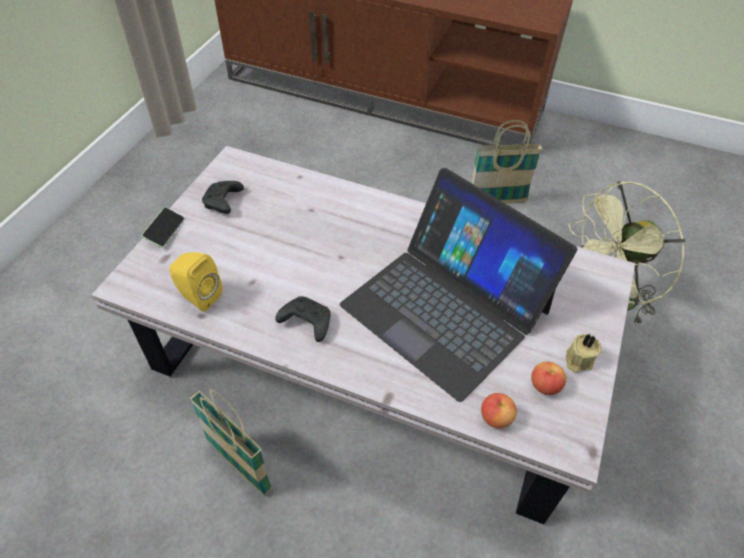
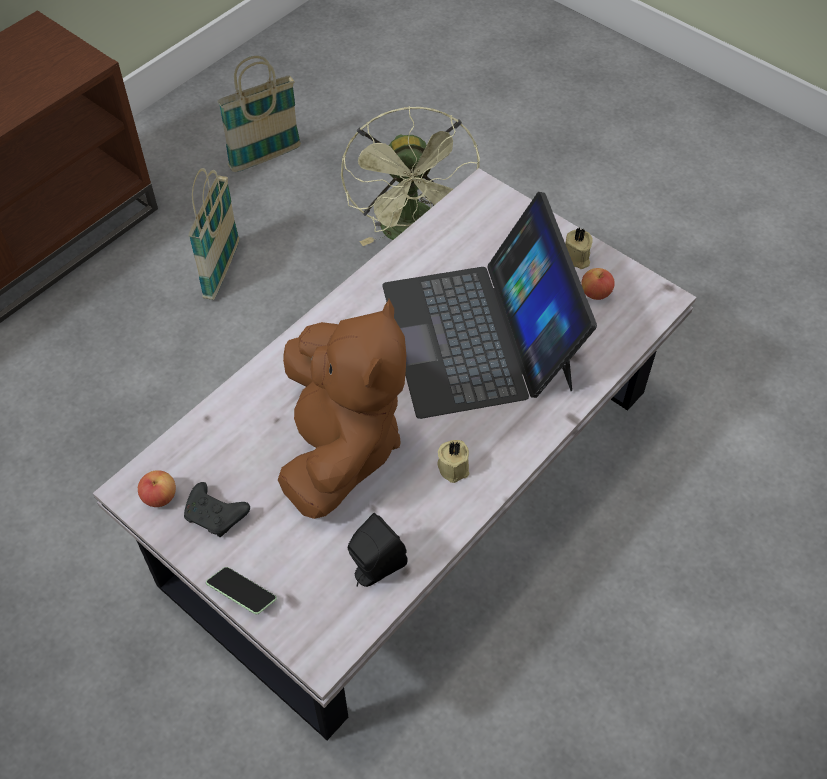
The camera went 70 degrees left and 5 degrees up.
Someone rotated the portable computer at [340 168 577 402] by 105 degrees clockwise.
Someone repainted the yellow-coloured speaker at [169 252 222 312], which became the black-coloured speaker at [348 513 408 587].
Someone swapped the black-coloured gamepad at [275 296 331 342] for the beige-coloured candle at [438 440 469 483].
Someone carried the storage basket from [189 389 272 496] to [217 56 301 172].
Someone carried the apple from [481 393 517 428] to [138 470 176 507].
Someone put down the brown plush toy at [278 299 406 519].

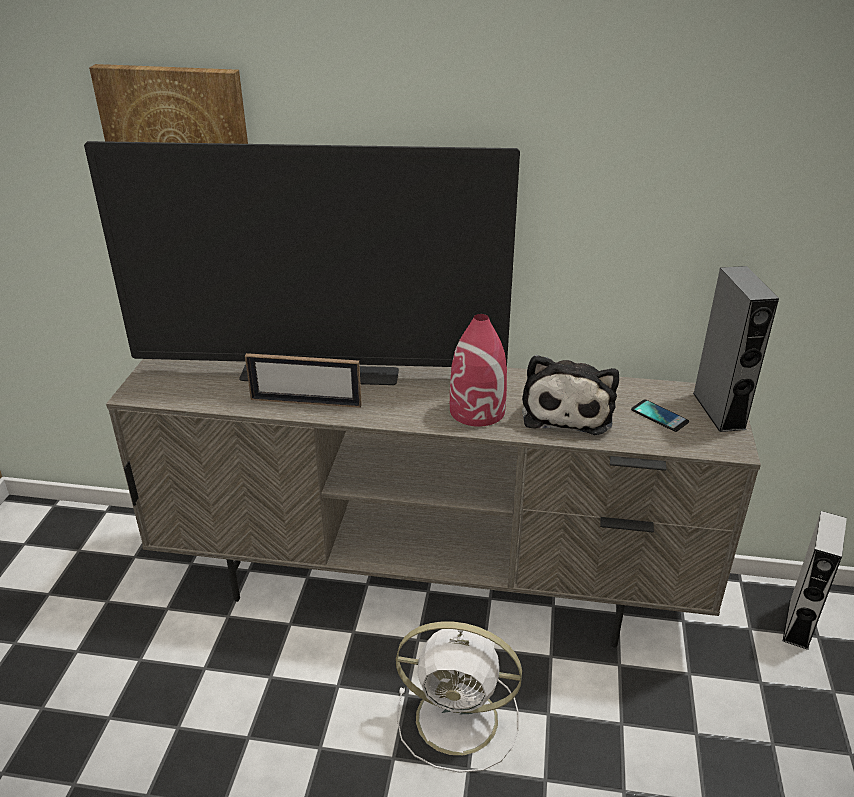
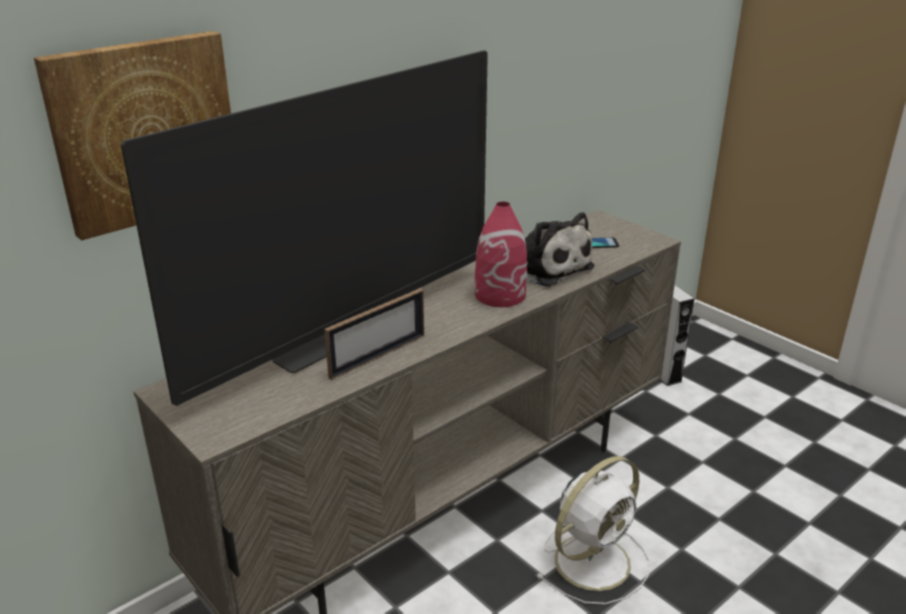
The camera went 50 degrees left and 5 degrees down.
Someone took away the greyish speaker at [693 266 779 432].

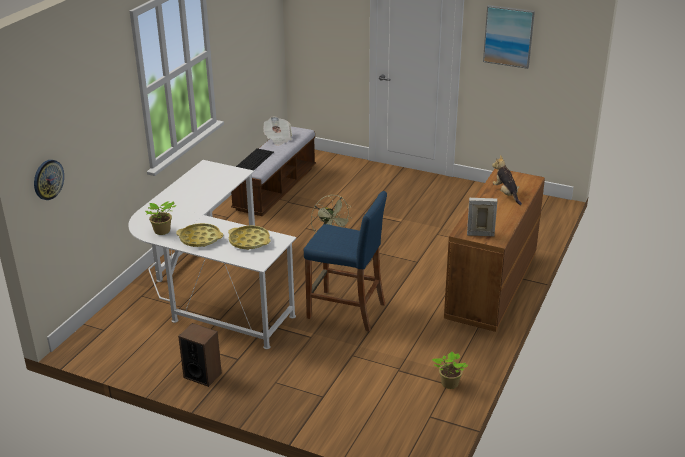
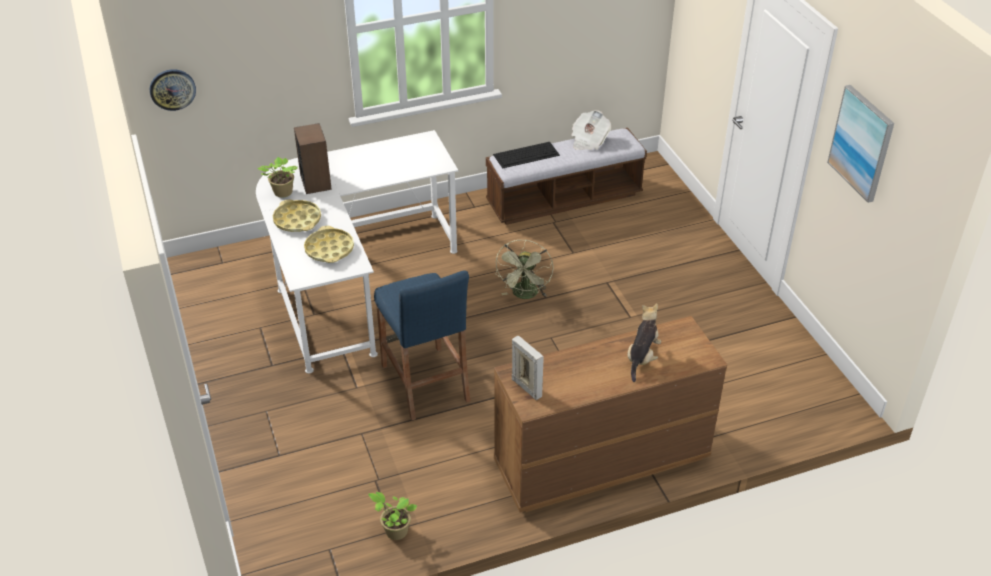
The camera went 45 degrees right and 10 degrees up.
Someone carried the speaker from [178 323 222 387] to [294 123 332 194].

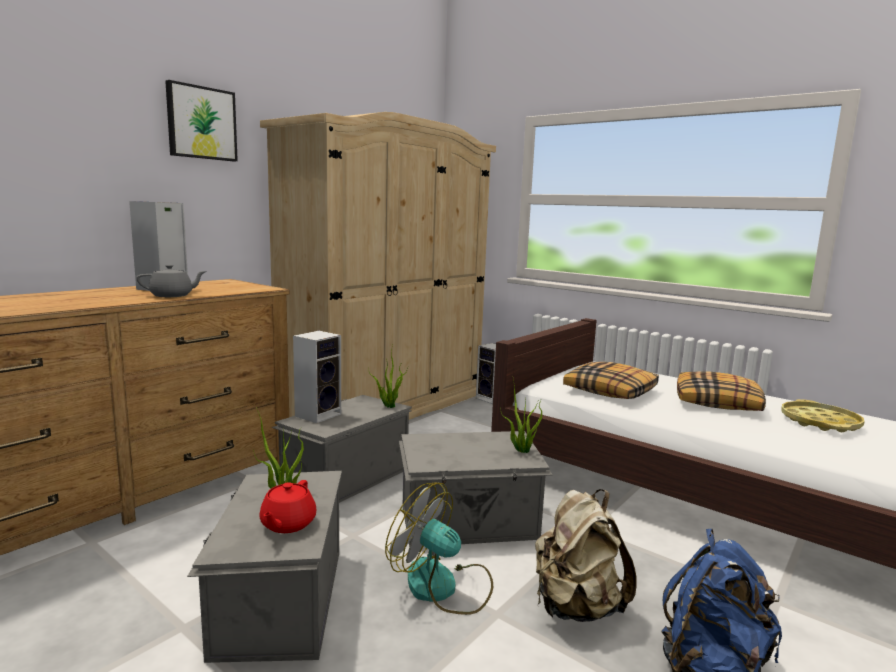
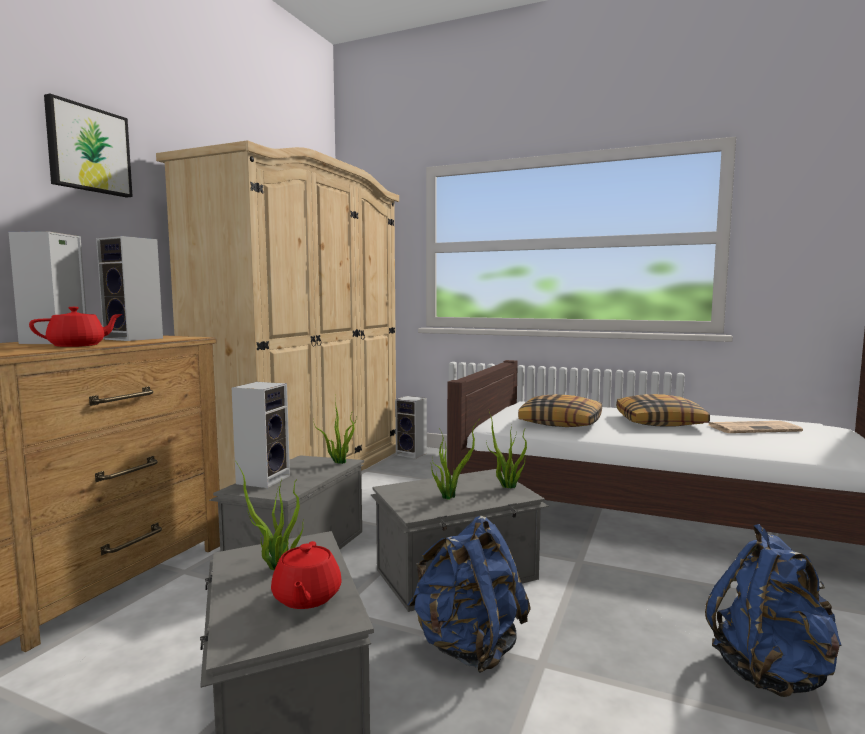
The camera went 15 degrees left and 5 degrees down.
Someone repainted the greyish pot for tea at [136 265 207 297], which became the reddish pot for tea at [29 307 123 347].
Someone swapped the yellow-coloured tray at [781 399 865 432] for the daily paper at [708 421 803 433].
Someone swapped the fan at [385 483 493 615] for the blue rucksack at [407 516 531 673].
Someone took away the beige-coloured rucksack at [535 489 637 622].
Someone put down the speaker at [96 236 163 341].
Someone put down the potted plant at [430 422 477 499].

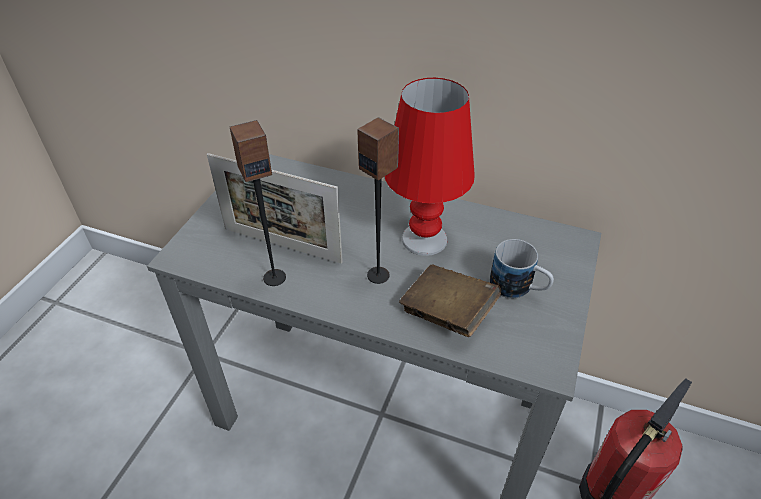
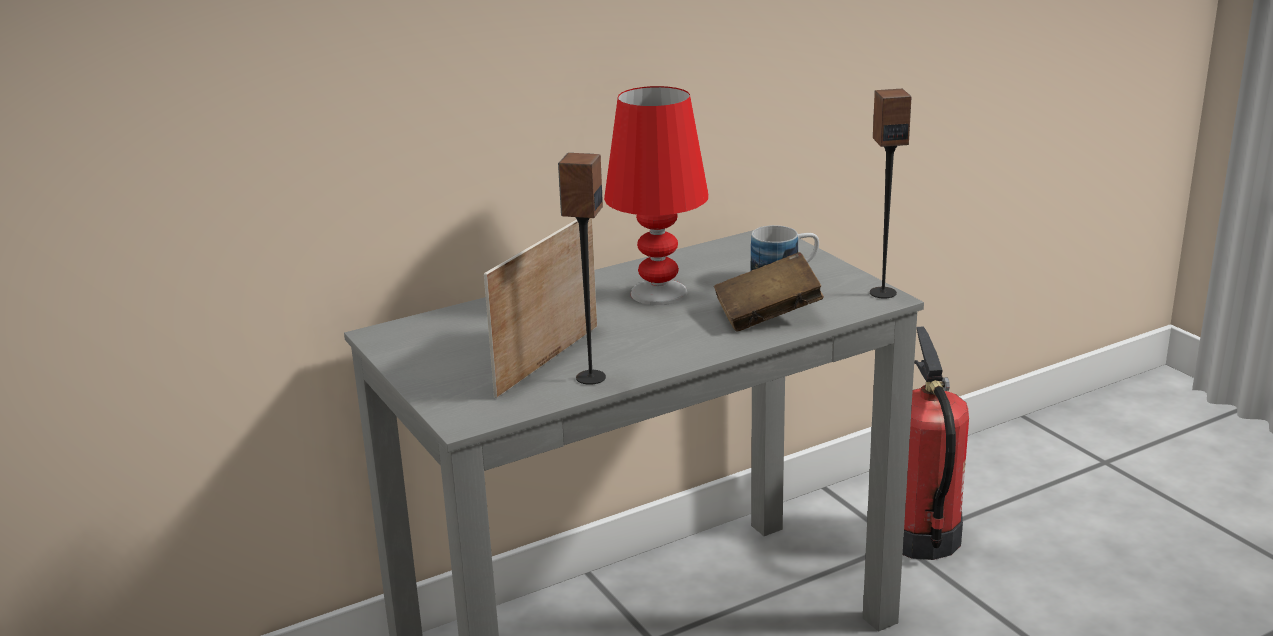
The camera went 50 degrees left and 20 degrees down.
Someone carried the speaker from [357 117 399 284] to [870 89 911 299].
Someone rotated the standing frame at [207 153 343 264] by 150 degrees clockwise.

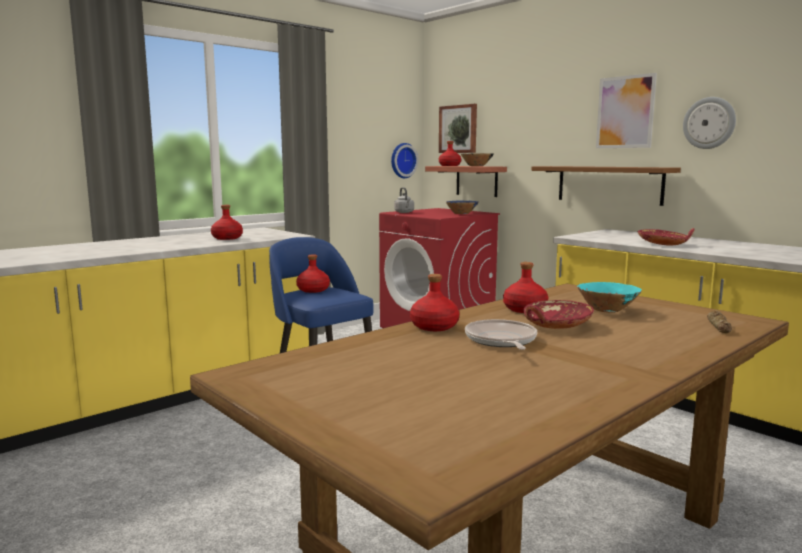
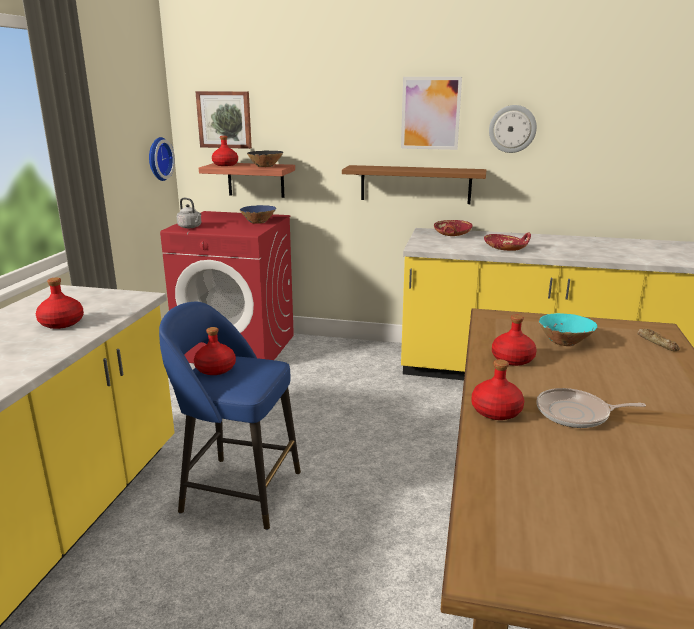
The camera went 35 degrees left and 10 degrees up.
Someone carried the reddish serving bowl from [523 300 594 329] to [434 220 472 236].
Someone rotated the frying pan at [465 319 537 350] by 45 degrees counterclockwise.

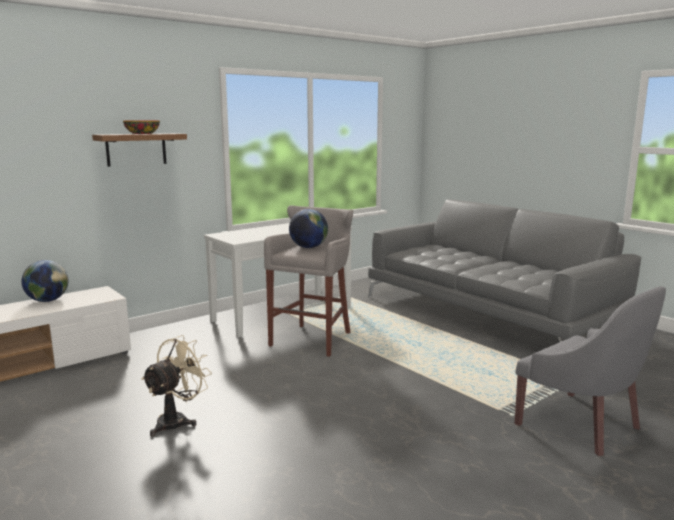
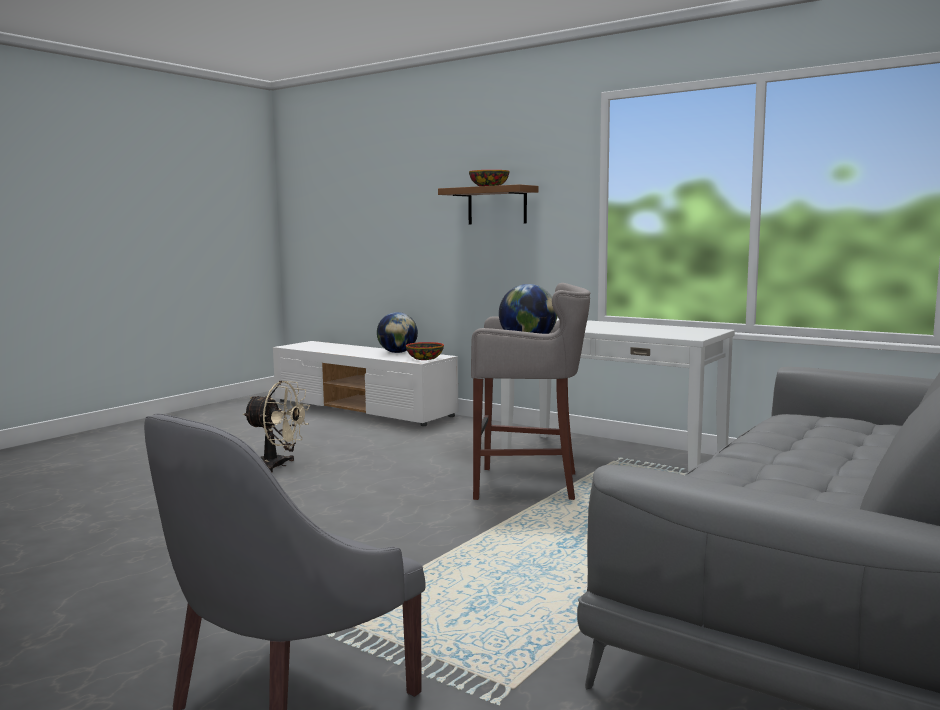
The camera went 75 degrees right and 5 degrees down.
Someone put down the serving bowl at [406 342 444 360].

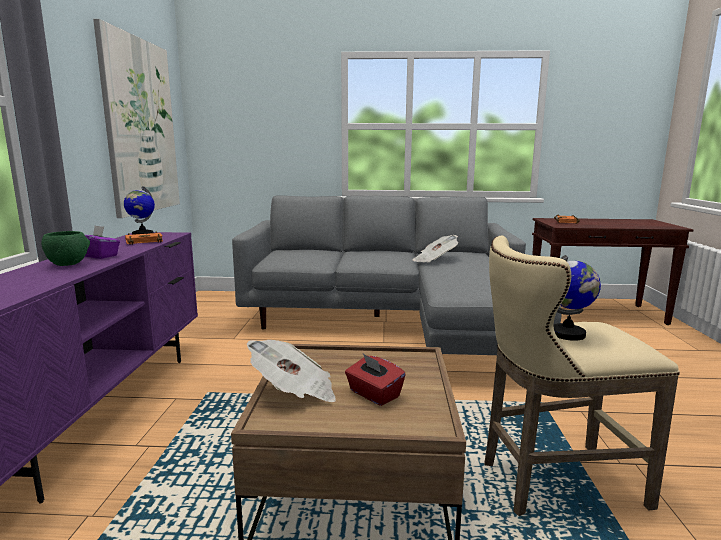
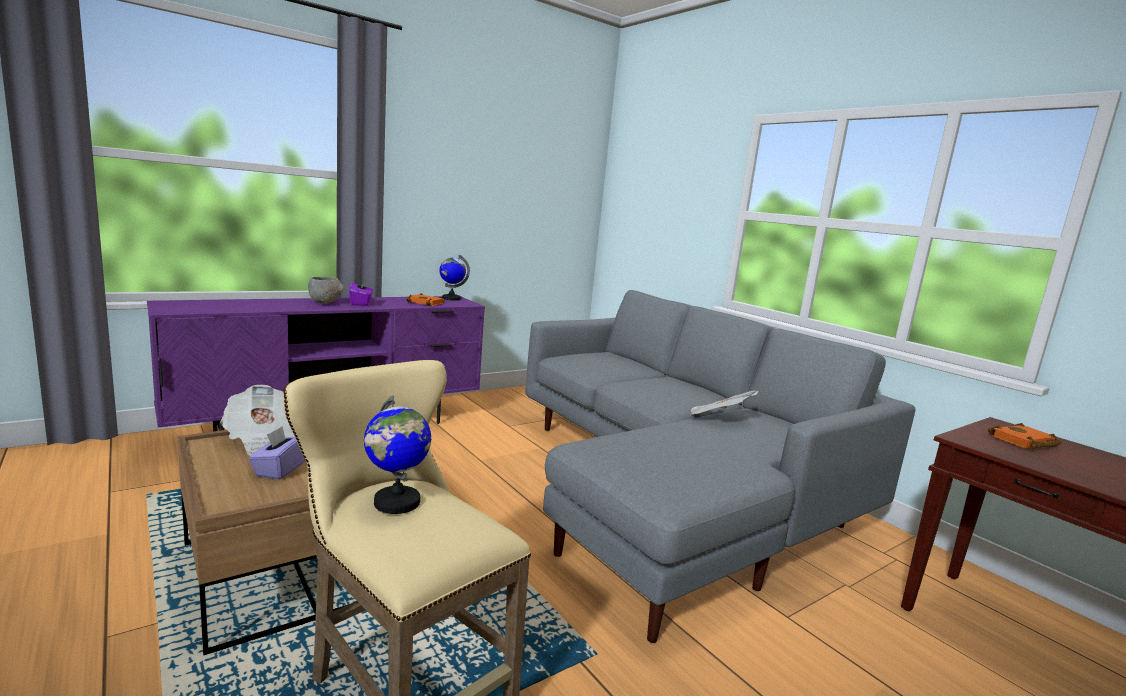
The camera went 50 degrees right and 0 degrees up.
Someone took away the picture at [93 19 180 218].
Someone repainted the greenish serving bowl at [41 231 90 266], which became the greyish serving bowl at [308 277 344 304].
Someone repainted the reddish tissue holder at [345 353 406 406], which became the purple tissue holder at [249 427 305 480].

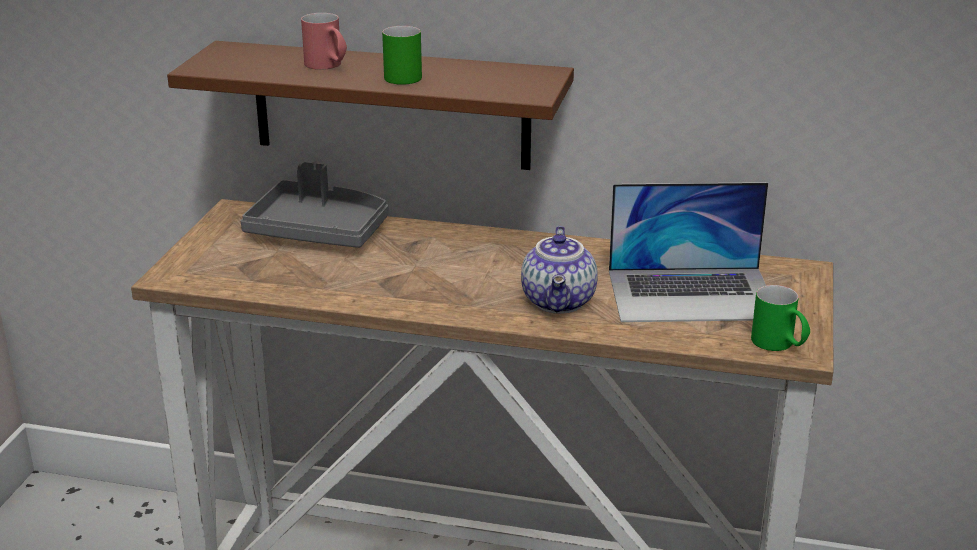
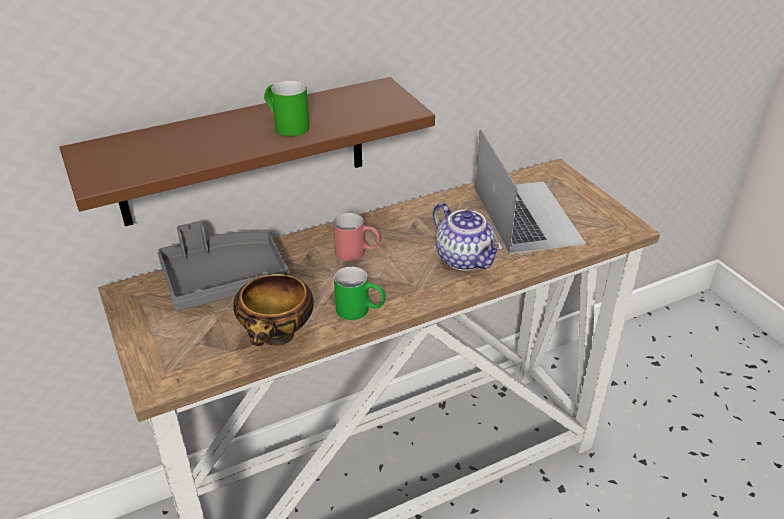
The camera went 40 degrees left and 10 degrees up.
Someone carried the reddish coffee mug from [301 13 347 70] to [333 213 381 261].
Someone rotated the portable computer at [609 182 768 322] by 60 degrees counterclockwise.
Someone carried the greenish coffee mug from [751 285 810 351] to [334 267 386 320].
Someone put down the serving bowl at [233 272 314 346].

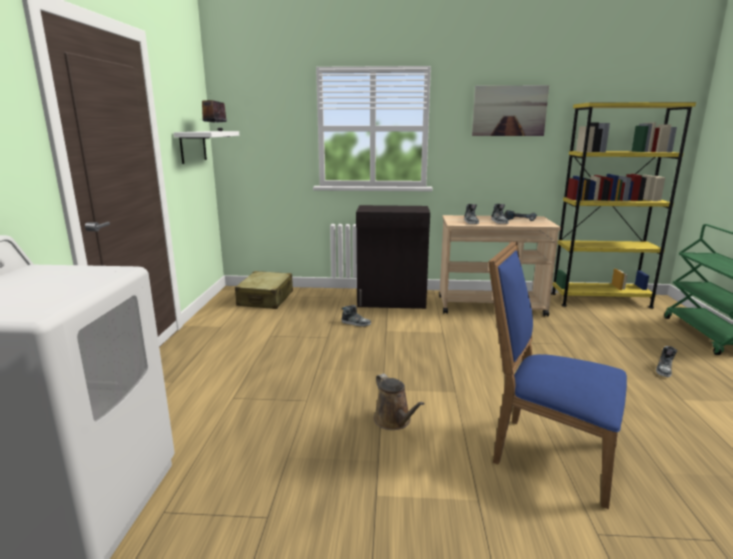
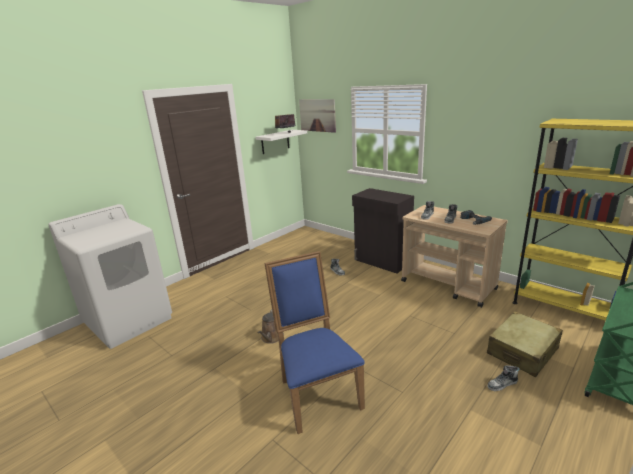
The camera went 40 degrees right and 5 degrees up.
Someone carried the picture from [472 85 549 136] to [299 99 336 133].
Someone carried the beige-coloured piece of luggage from [235 271 293 309] to [487 311 563 377].

